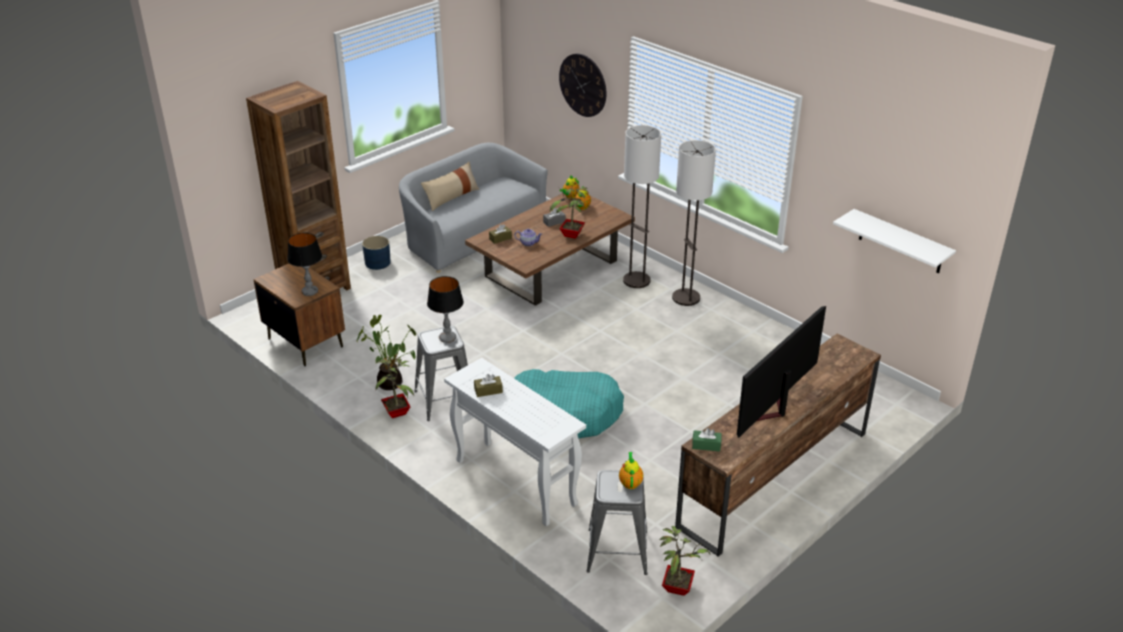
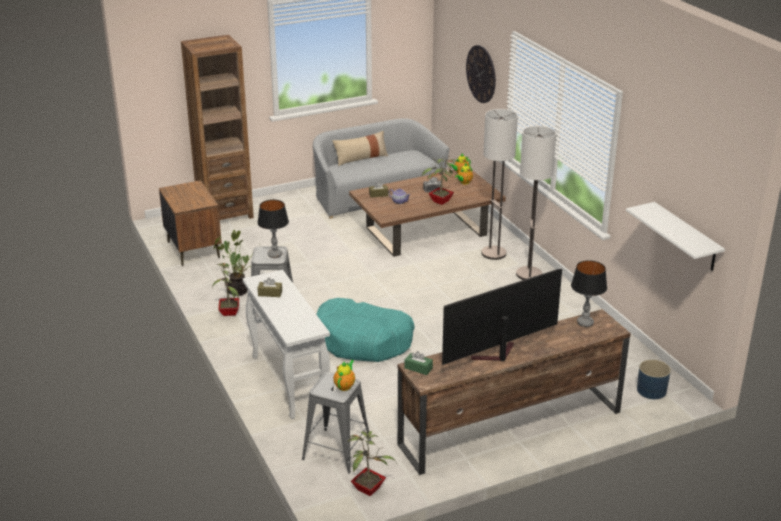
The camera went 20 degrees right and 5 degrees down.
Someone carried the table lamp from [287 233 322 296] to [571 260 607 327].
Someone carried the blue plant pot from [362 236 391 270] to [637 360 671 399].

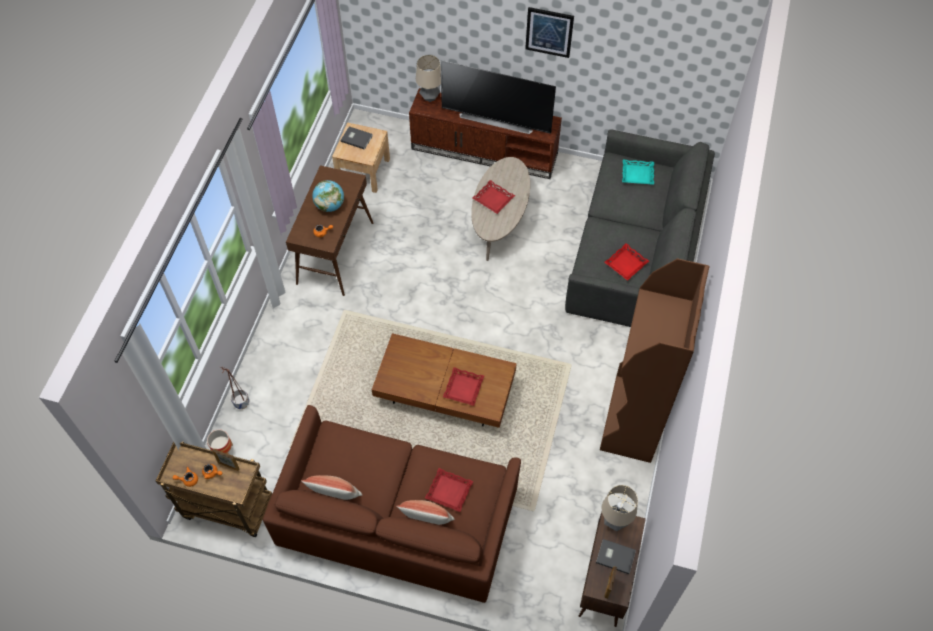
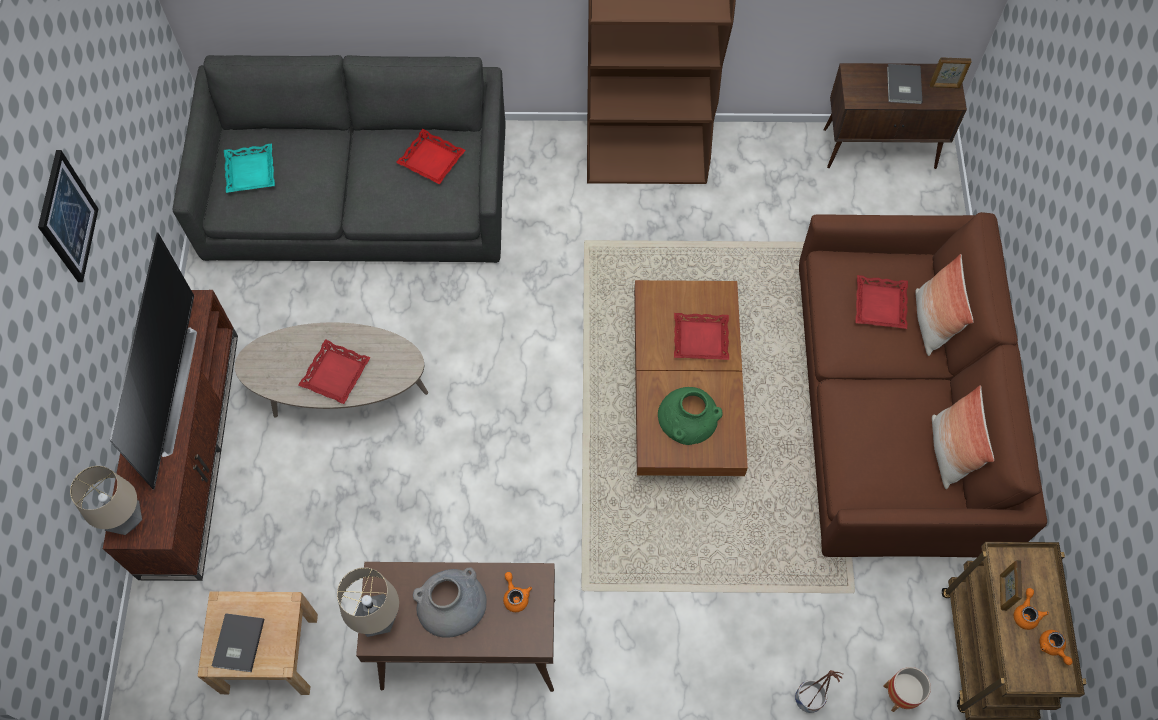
The camera went 105 degrees left and 5 degrees up.
Someone swapped the world globe at [312 180 344 212] for the greyish decorative vase at [413 567 486 638].
Someone carried the table lamp from [602 485 638 531] to [337 567 399 637].
Someone put down the greenish decorative vase at [658 387 723 445].

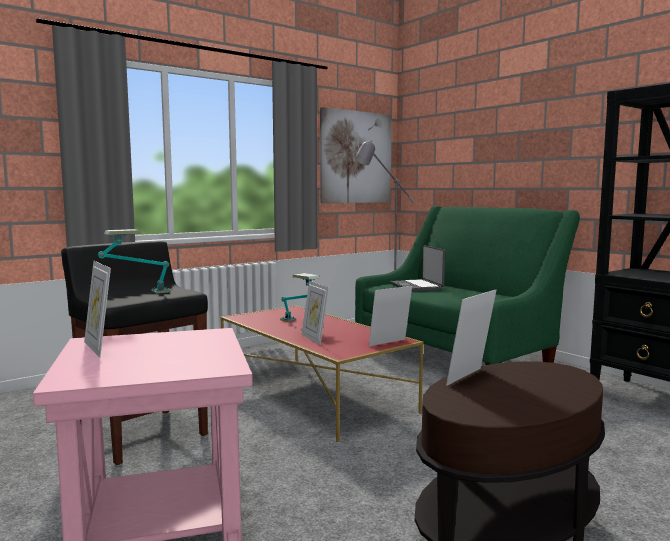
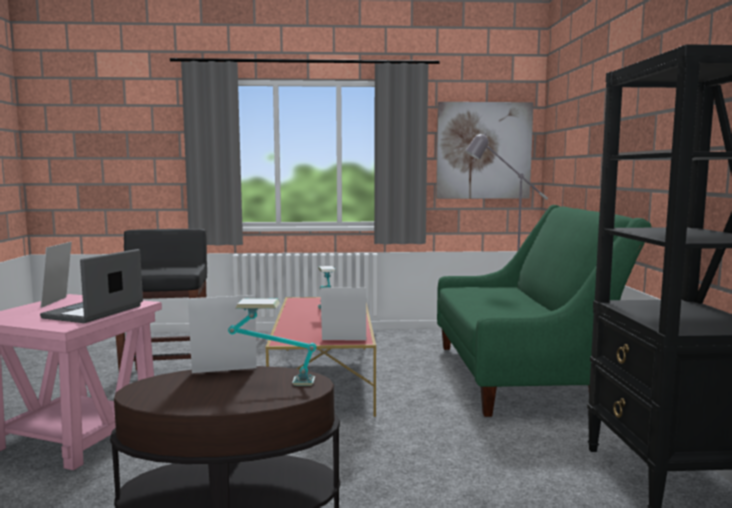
The camera went 35 degrees right and 0 degrees up.
Someone carried the table lamp from [98 229 170 294] to [228 298 317 386].
Someone carried the portable computer from [390 245 445 292] to [40 249 143 323].
Someone took away the standing frame at [302 281 329 345].

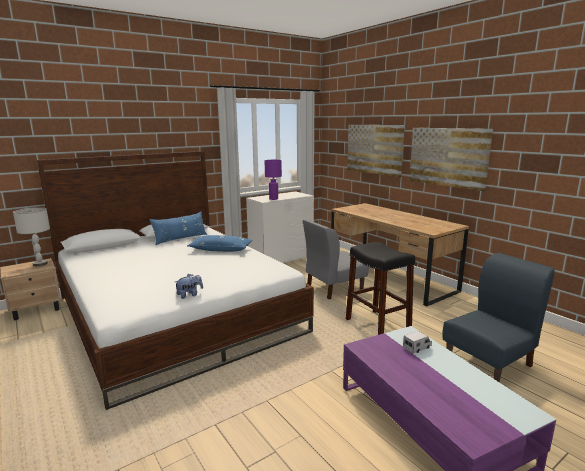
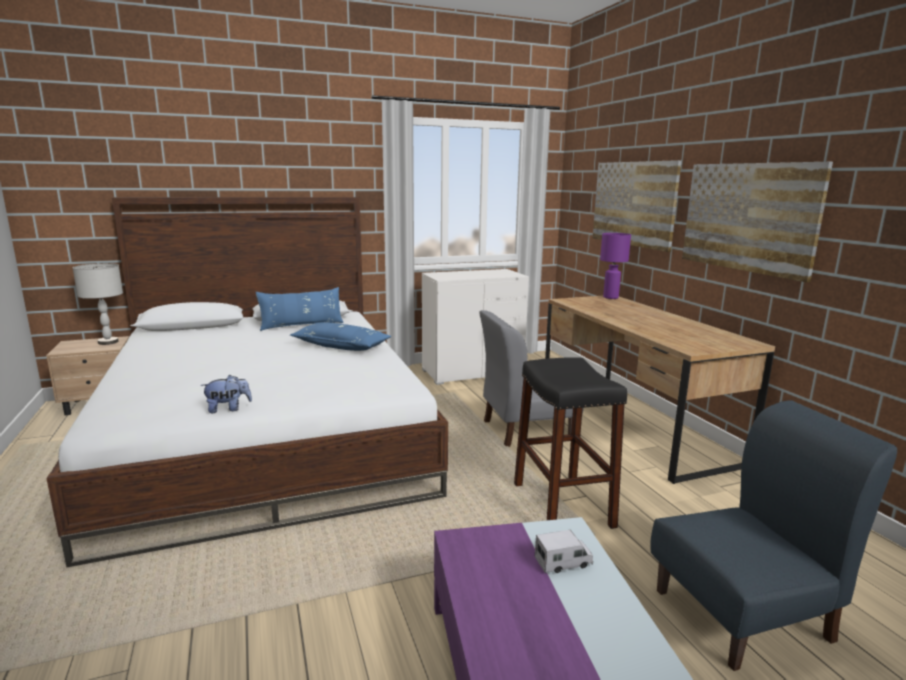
The camera went 15 degrees right and 0 degrees up.
Someone carried the purple table lamp from [265 160 282 200] to [600 233 631 299].

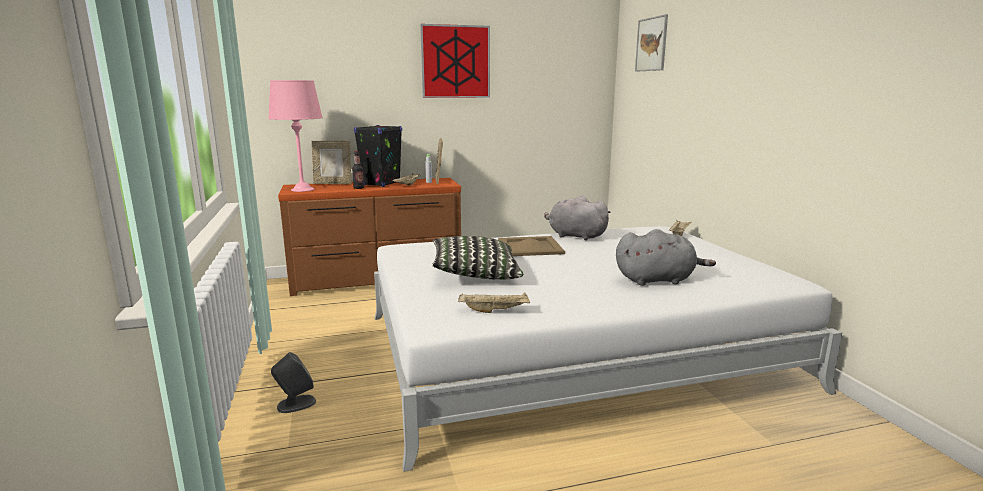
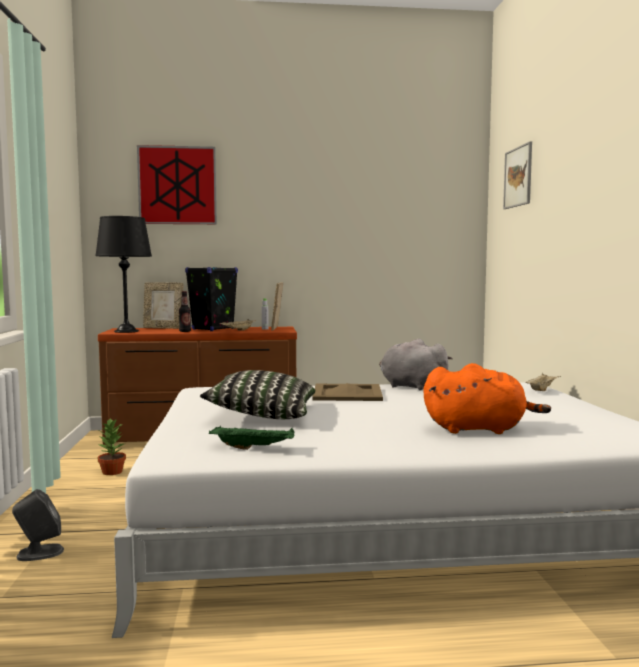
The camera went 10 degrees right and 10 degrees down.
Someone carried the picture from [420 24 490 98] to [137 145 217 224].
Someone repainted the pink table lamp at [268 80 323 192], which became the black-coloured table lamp at [95 216 152 333].
Someone repainted the greyish plush toy at [616 229 716 286], which became the orangey plush toy at [423 363 551 434].
Someone repainted the beige-coloured tray at [458 292 530 313], which became the greenish tray at [209 426 295 450].
Someone put down the potted plant at [98 418 126 475].

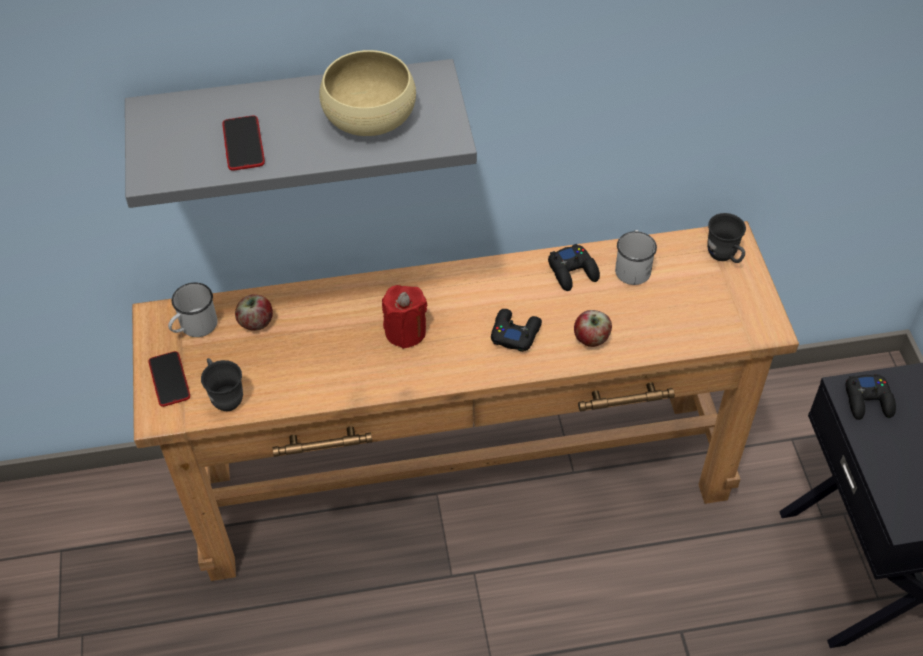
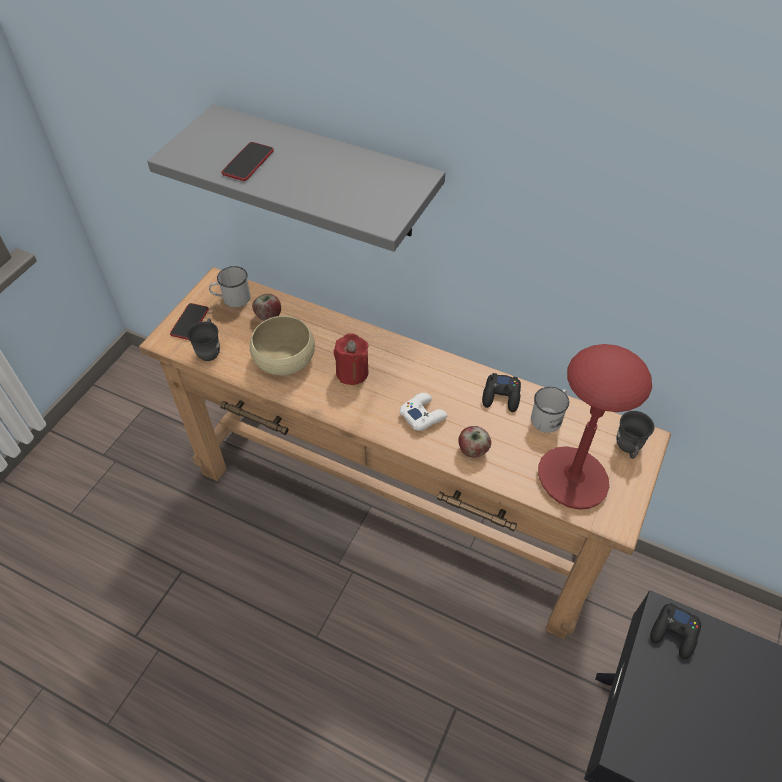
The camera went 35 degrees right and 0 degrees up.
Someone carried the beige-coloured serving bowl from [319 50 416 136] to [250 316 315 375].
Someone repainted the black-coloured gamepad at [491 309 542 352], which became the white gamepad at [400 393 447 431].
Someone put down the reddish table lamp at [538 344 652 510].

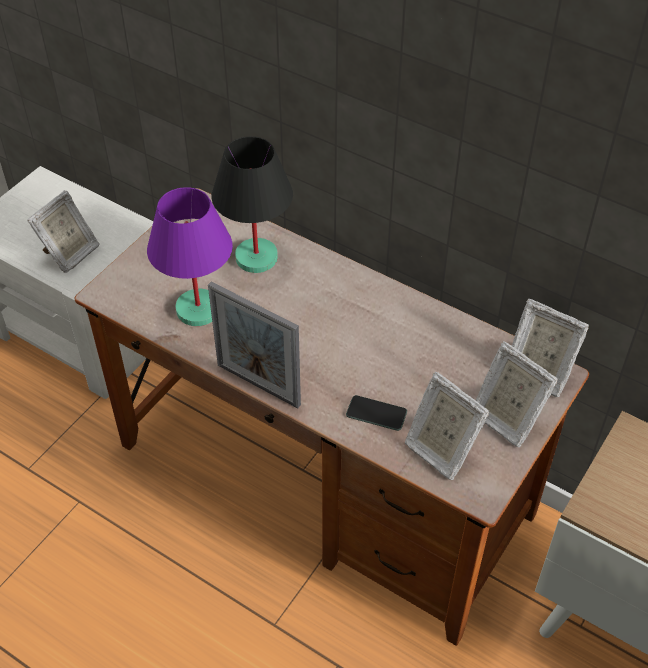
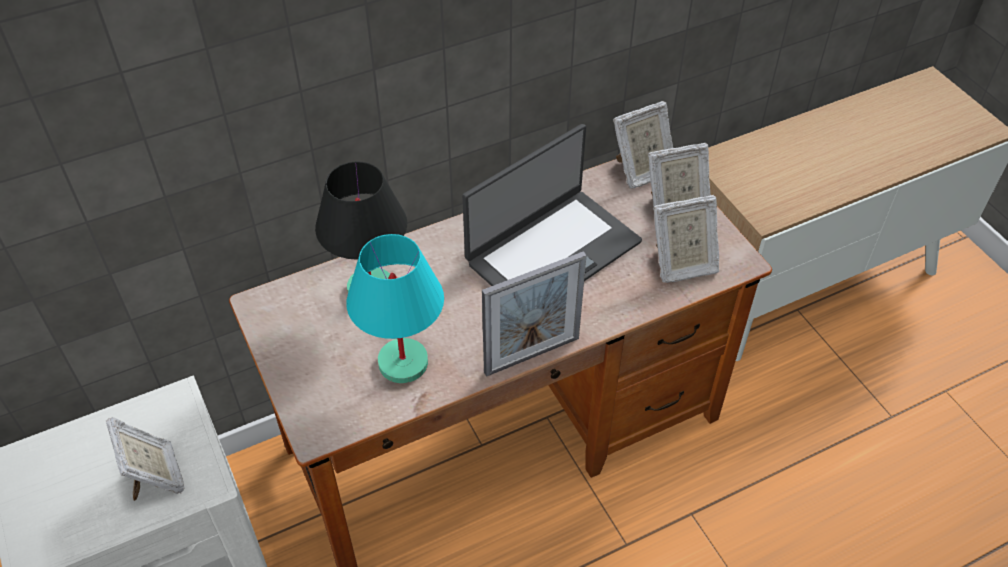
The camera went 60 degrees left and 0 degrees up.
Someone repainted the purple table lamp at [147 187 233 326], which became the blue-green table lamp at [346 234 444 383].
Someone took away the telephone at [346 395 407 431].
Someone put down the portable computer at [462 124 642 286].

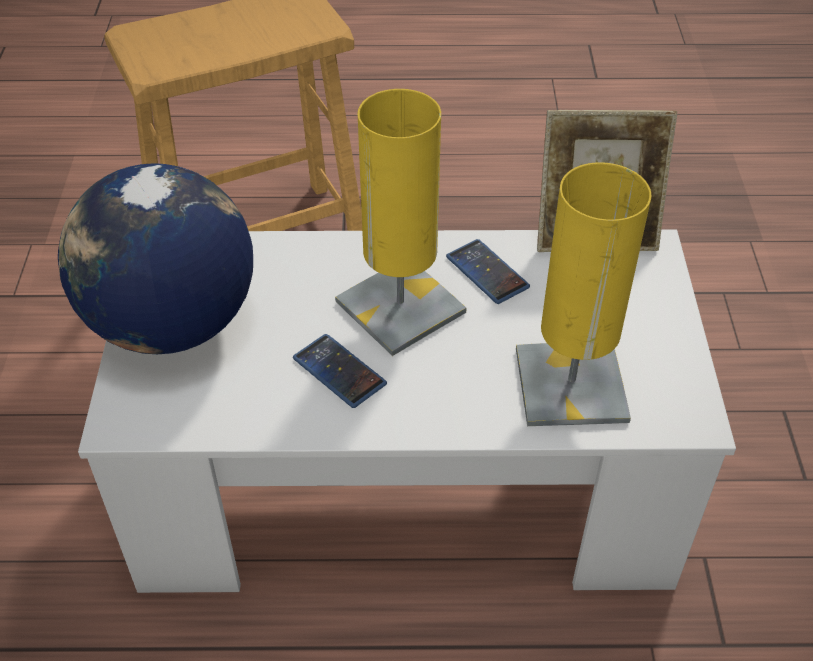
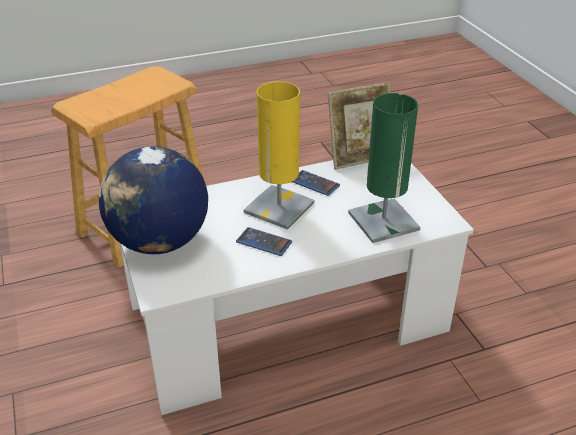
The camera went 20 degrees left and 10 degrees down.
Someone repainted the yellow-coloured table lamp at [516 162 651 426], which became the greenish table lamp at [348 93 420 243].

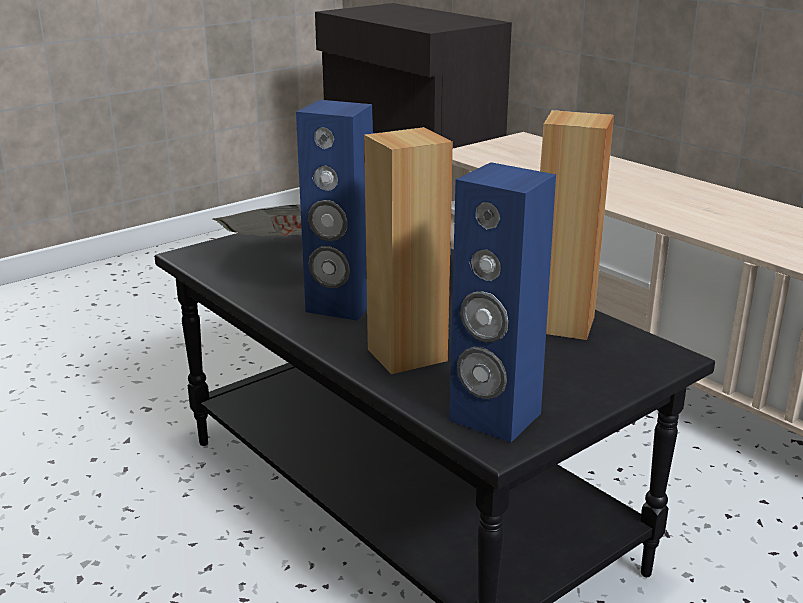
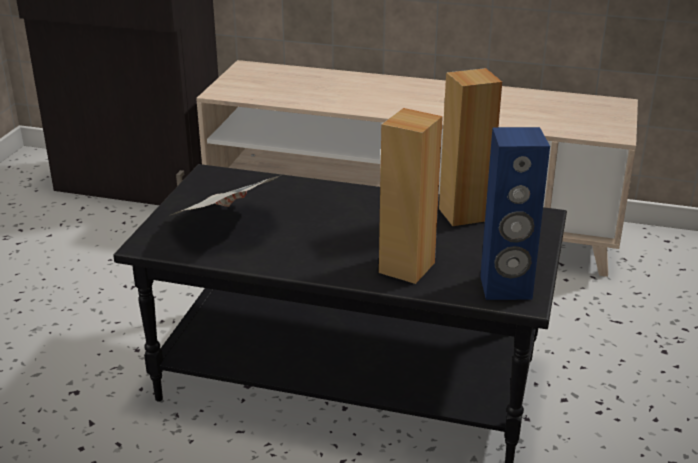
The camera went 35 degrees left and 5 degrees up.
Someone took away the blue speaker at [296 100 373 321].

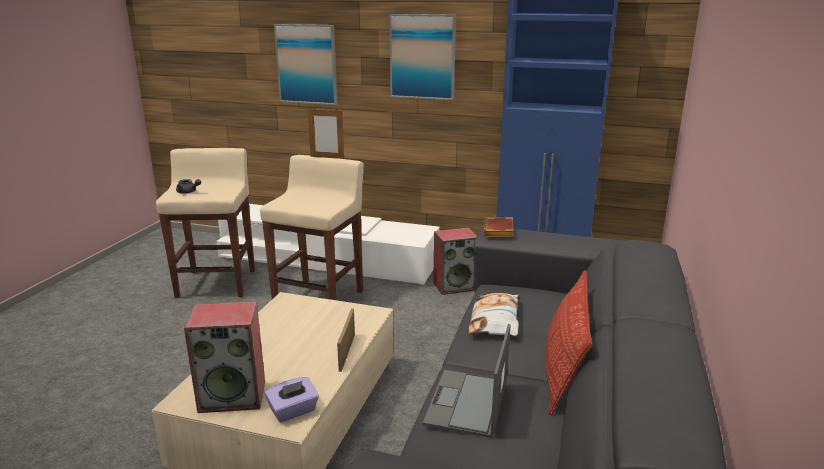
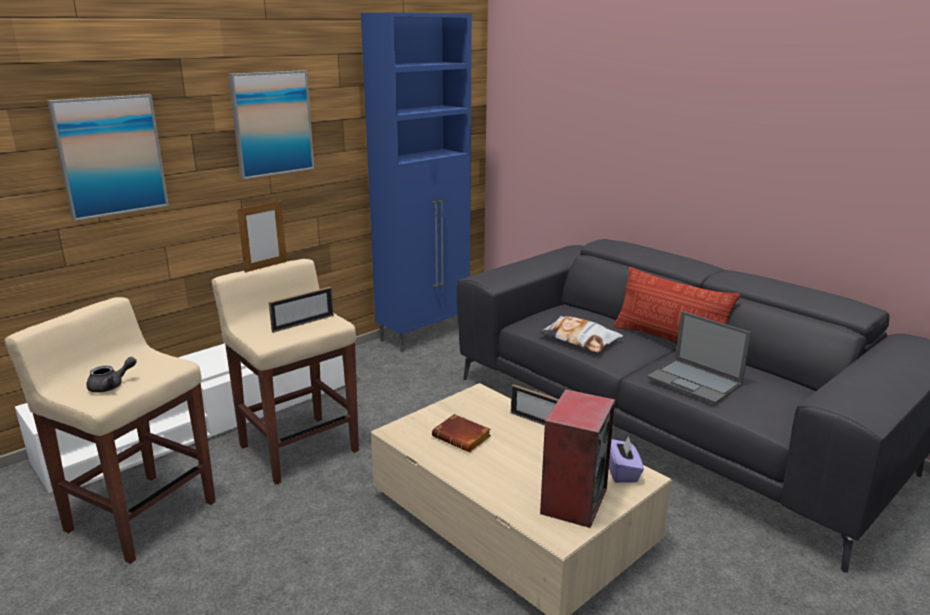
The camera went 60 degrees left and 0 degrees up.
Someone carried the brown bound book from [484 218 513 237] to [432 414 491 452].
Someone took away the speaker at [433 228 476 295].
Someone put down the standing frame at [269 287 334 333].

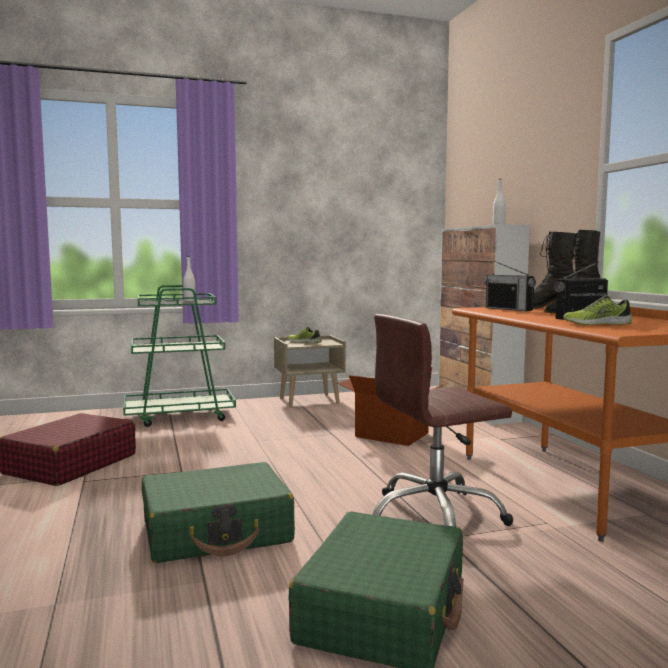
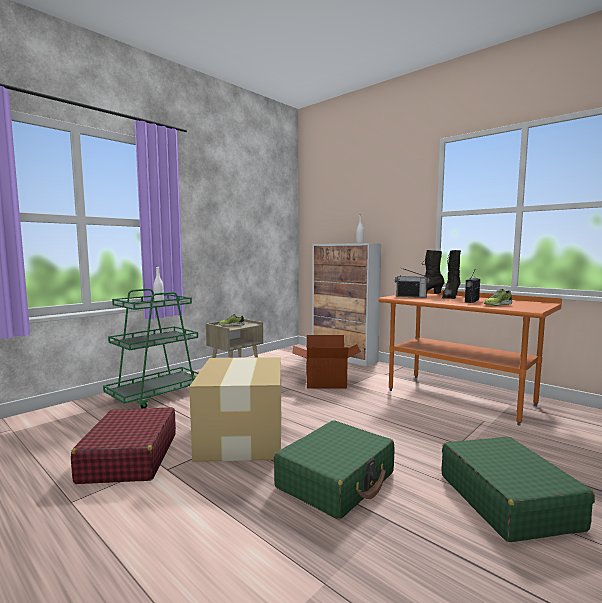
The camera went 30 degrees left and 0 degrees up.
Someone took away the brown computer chair at [373 314 513 526].
Someone put down the packing box at [189 357 281 462].

